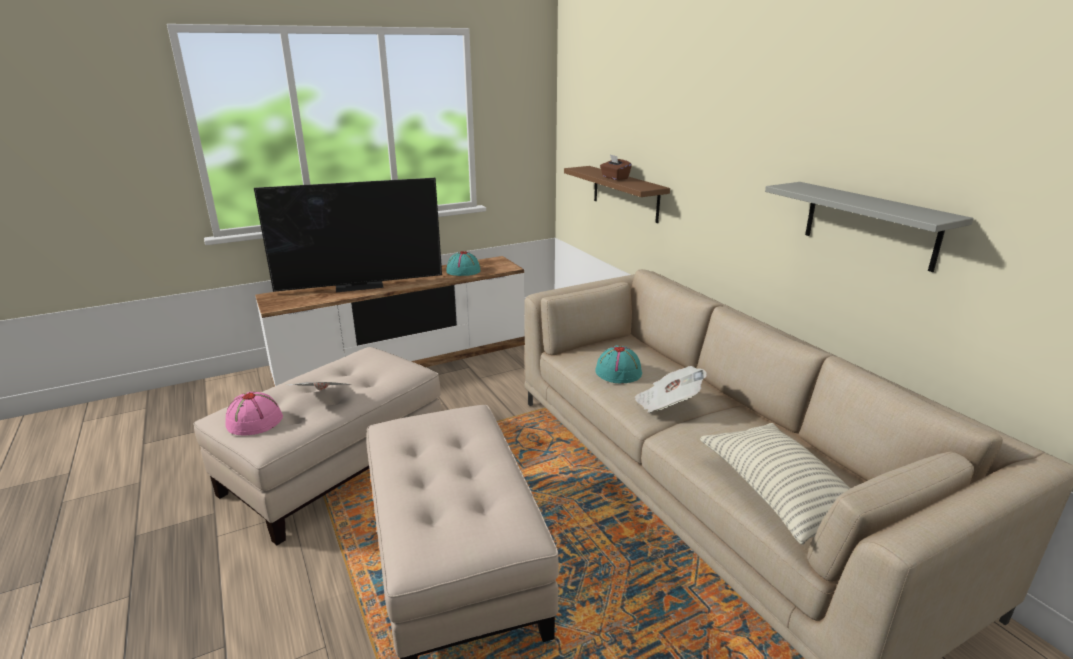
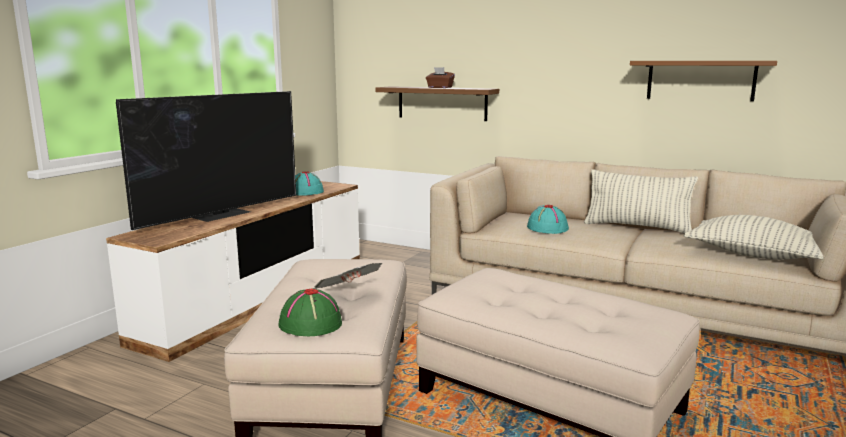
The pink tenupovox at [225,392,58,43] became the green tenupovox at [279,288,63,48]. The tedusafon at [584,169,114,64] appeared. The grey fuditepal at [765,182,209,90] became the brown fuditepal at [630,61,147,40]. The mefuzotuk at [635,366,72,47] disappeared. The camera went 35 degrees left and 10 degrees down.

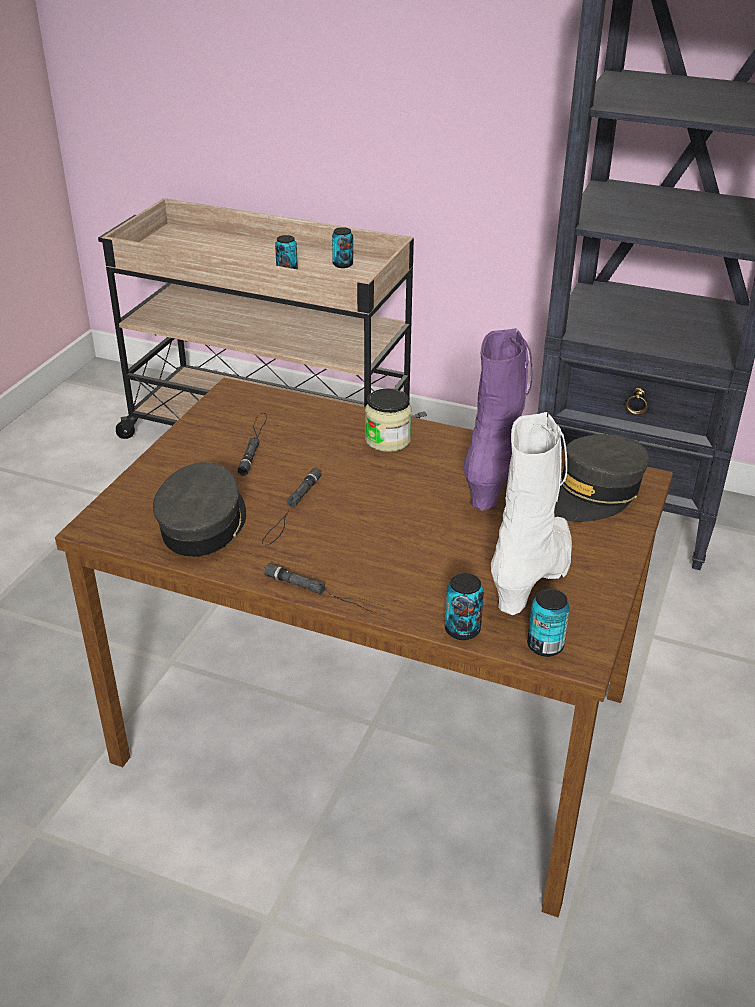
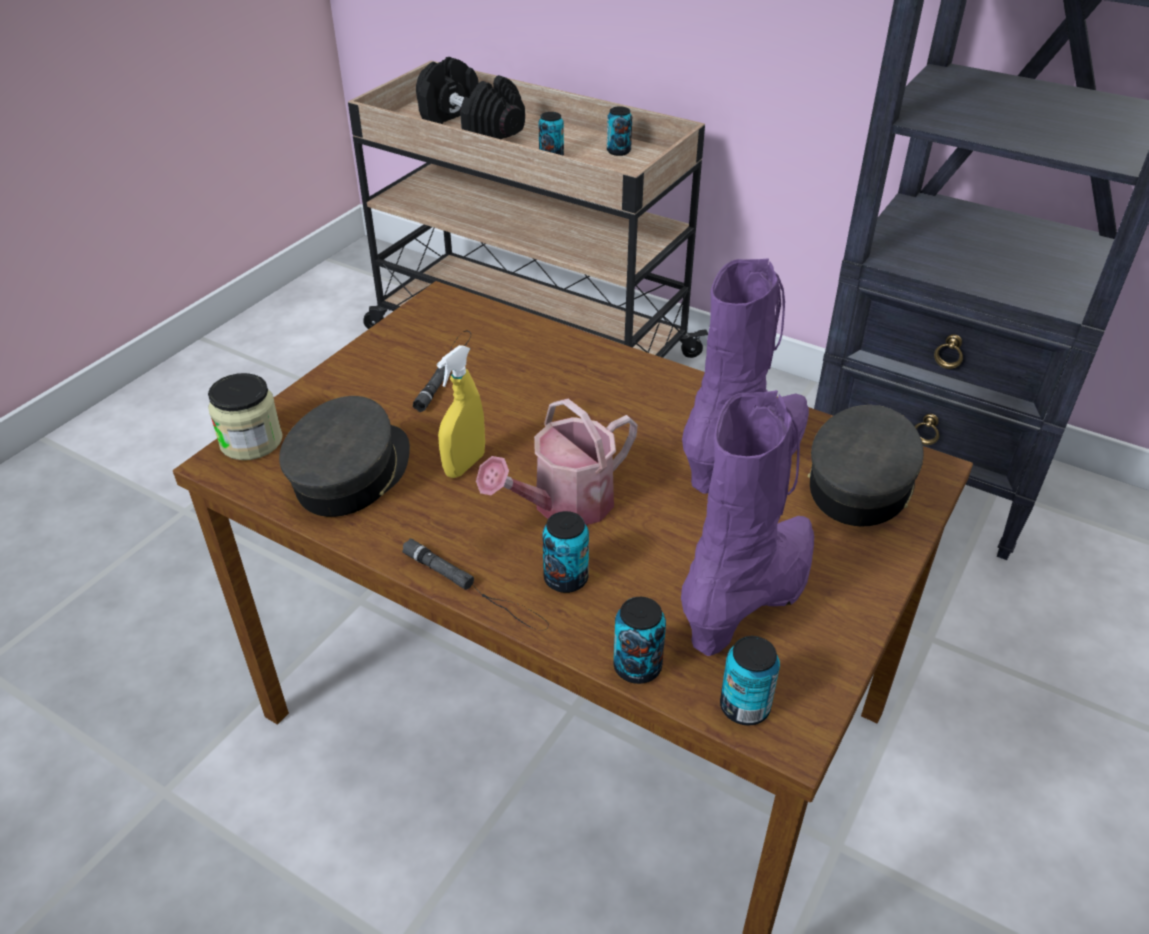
The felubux moved from [365,388,47,64] to [208,373,75,87]. The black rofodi at [416,57,109,82] appeared. The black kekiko at [262,468,60,77] was replaced by the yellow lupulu at [437,345,48,133]. The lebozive at [476,399,162,126] appeared. The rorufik at [542,511,47,82] appeared. The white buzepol at [491,412,81,203] became the purple buzepol at [681,390,133,266]. The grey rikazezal at [554,434,96,88] turned 150 degrees clockwise. The camera went 10 degrees right and 5 degrees up.

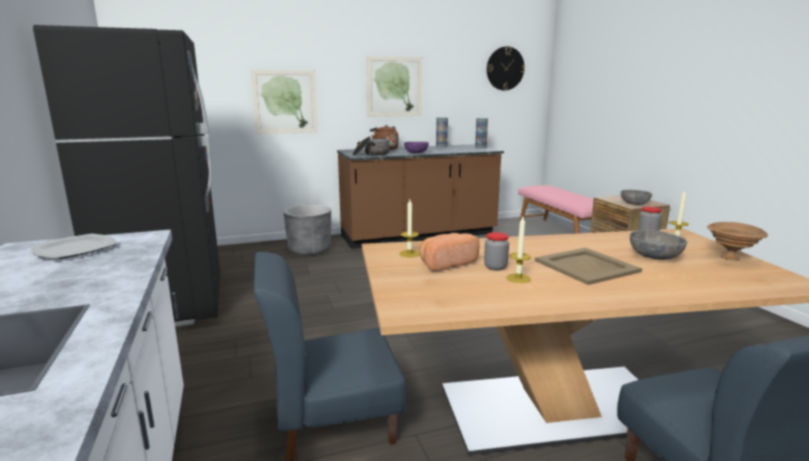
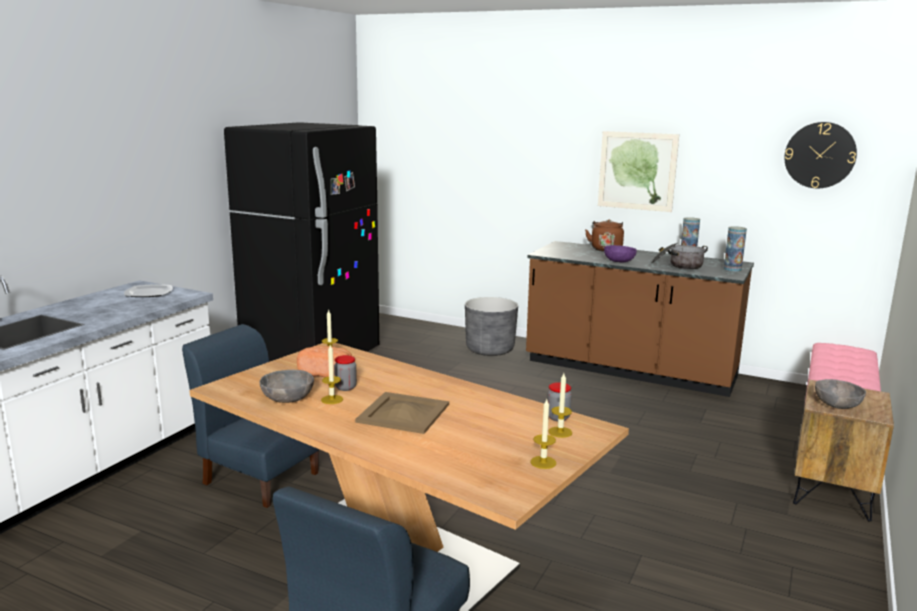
The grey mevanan moved from [630,230,57,30] to [260,370,54,33]. The brown mevanan at [707,222,61,39] was replaced by the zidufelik at [531,399,25,70]. The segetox moved from [353,136,37,20] to [652,243,56,26]. The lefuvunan at [251,70,67,64] disappeared. The camera went 45 degrees right and 0 degrees up.

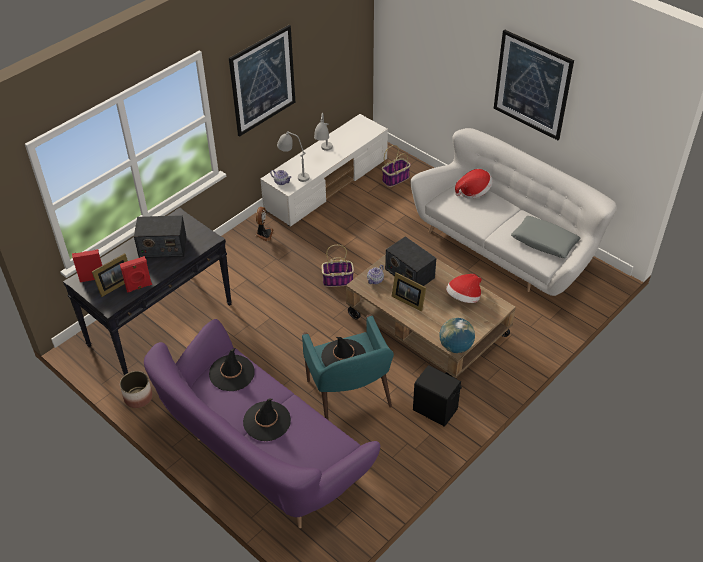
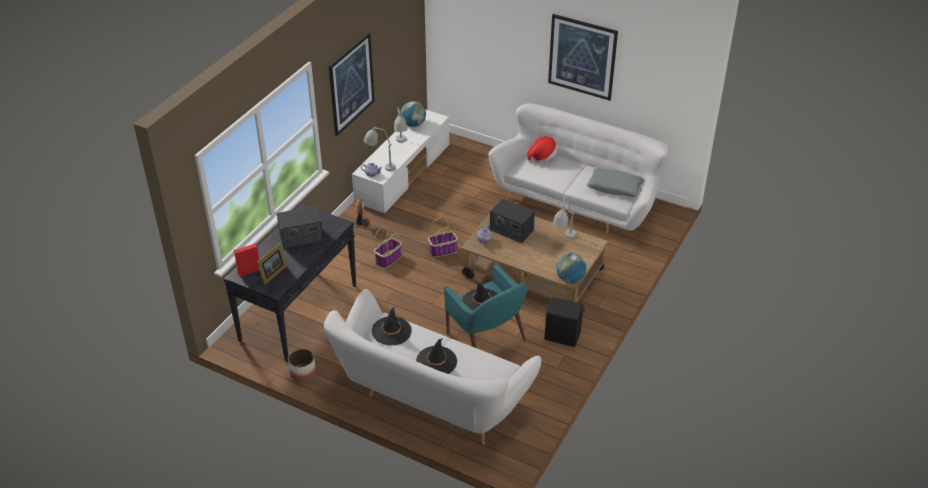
The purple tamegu at [144,319,236,209] became the white tamegu at [324,289,217,156]. The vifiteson moved from [382,145,29,42] to [374,226,28,42]. The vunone at [401,101,25,26] appeared. The tenupovox at [446,274,36,29] was replaced by the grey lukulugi at [553,201,23,38]. The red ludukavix at [120,256,32,37] disappeared. The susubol at [392,272,34,39] disappeared. The camera went 15 degrees left and 5 degrees down.

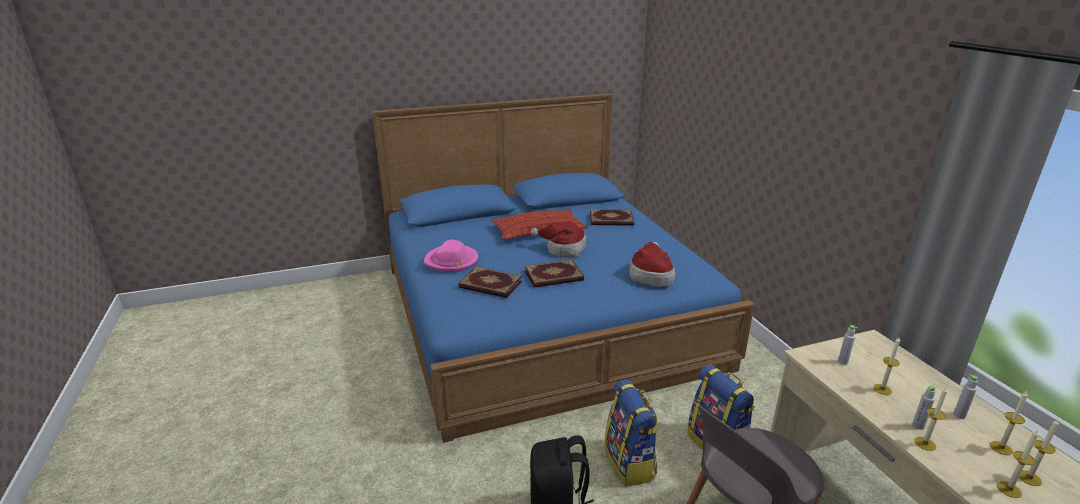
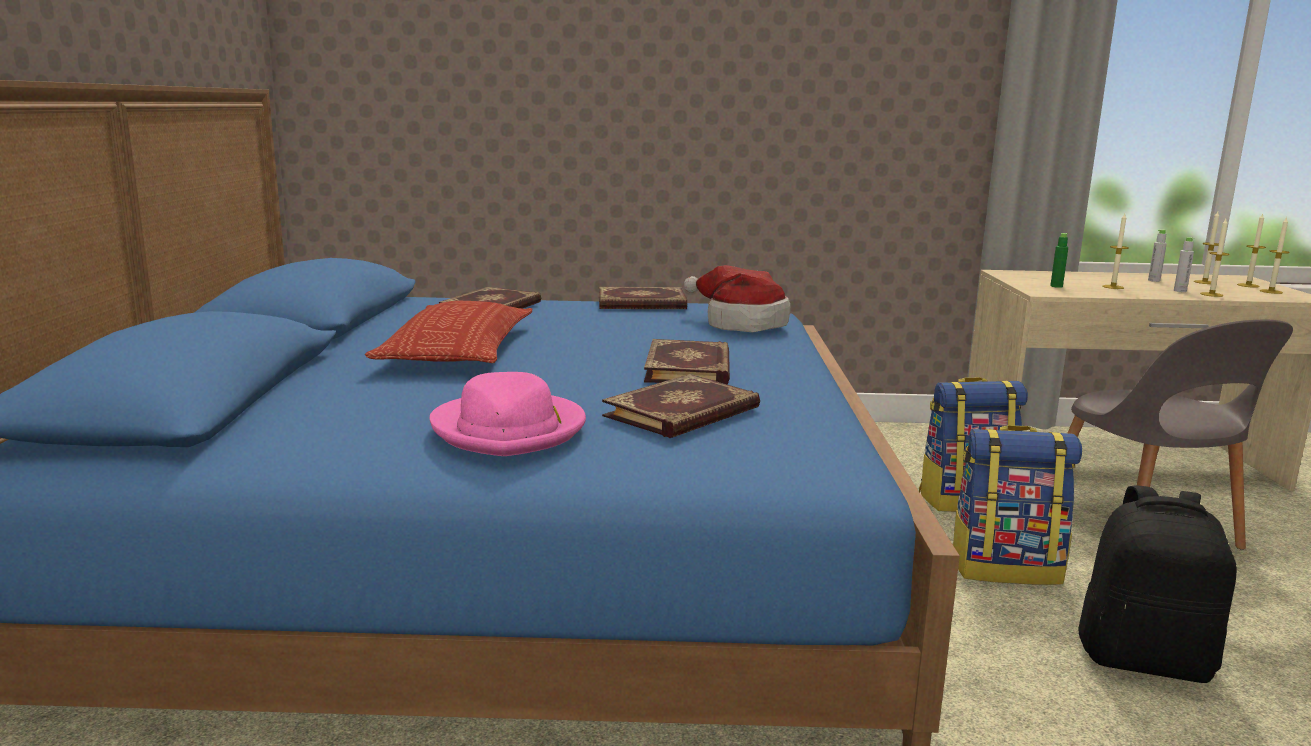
The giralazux at [599,287,88,22] appeared. The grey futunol at [838,325,19,40] became the green futunol at [1050,233,18,55]. The tenupovox at [530,221,57,36] disappeared. The camera went 70 degrees left and 10 degrees down.

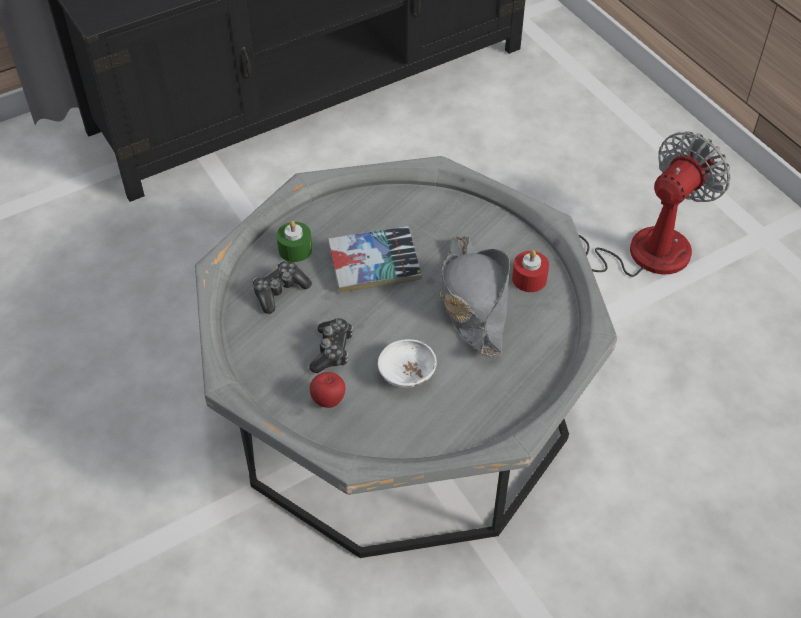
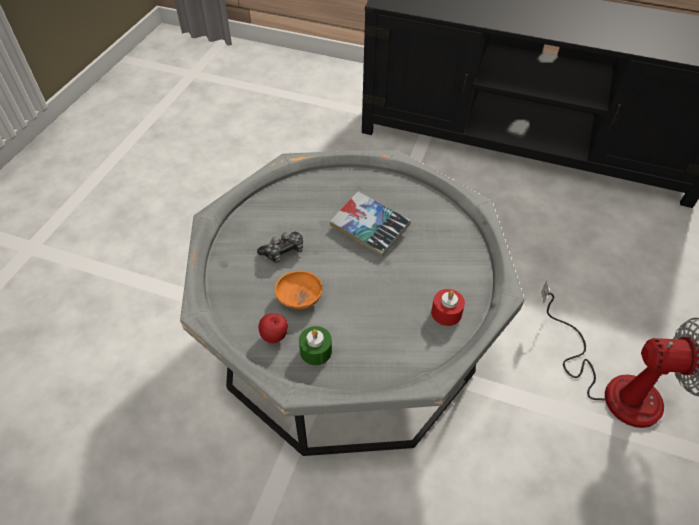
The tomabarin moved from [310,372,35,36] to [259,313,29,30]. The white mevanan at [378,339,59,49] became the orange mevanan at [275,271,48,38]. The green zidufelik moved from [276,221,36,41] to [299,326,33,39]. The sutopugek at [253,261,59,53] disappeared. The grey tenupovox at [440,235,70,121] disappeared. The camera went 50 degrees right and 0 degrees up.

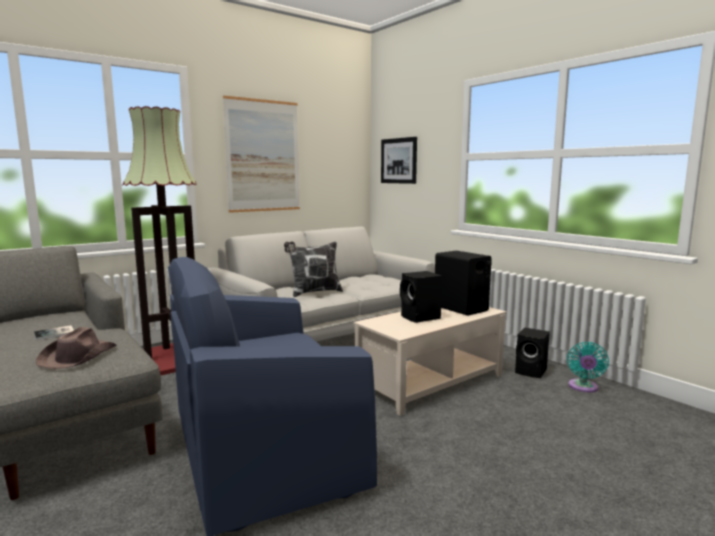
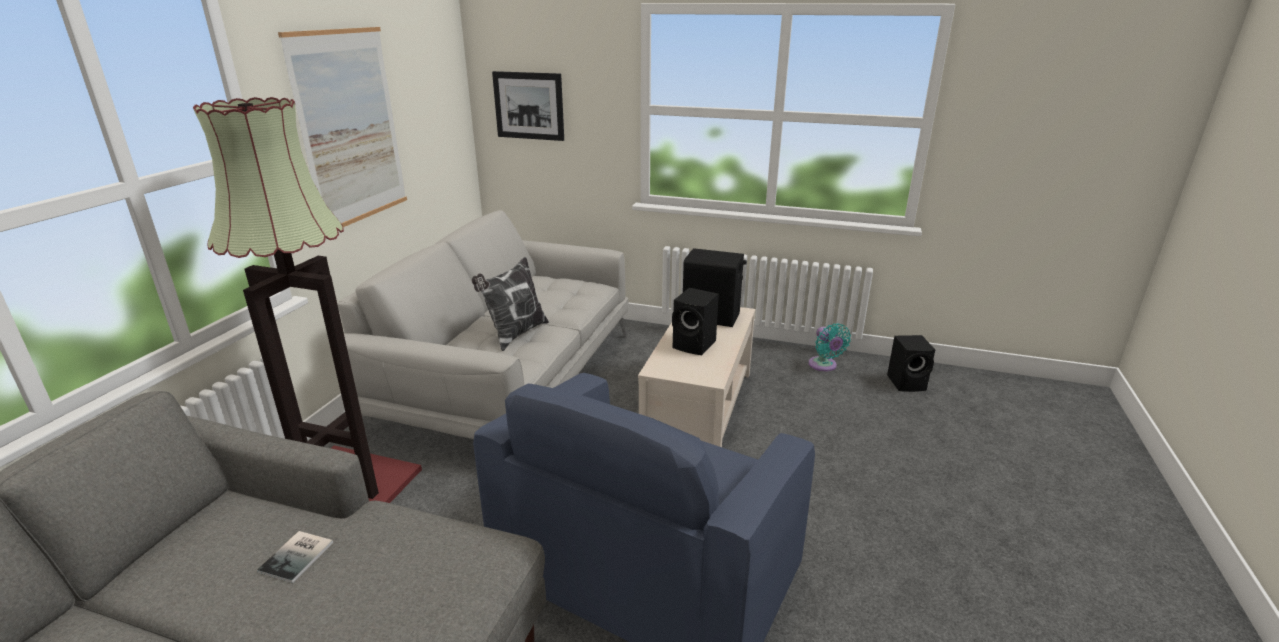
The black ludukavix moved from [515,328,35,50] to [887,335,48,57]. The brown tenupovox at [36,327,81,42] disappeared. The camera went 35 degrees left and 15 degrees up.

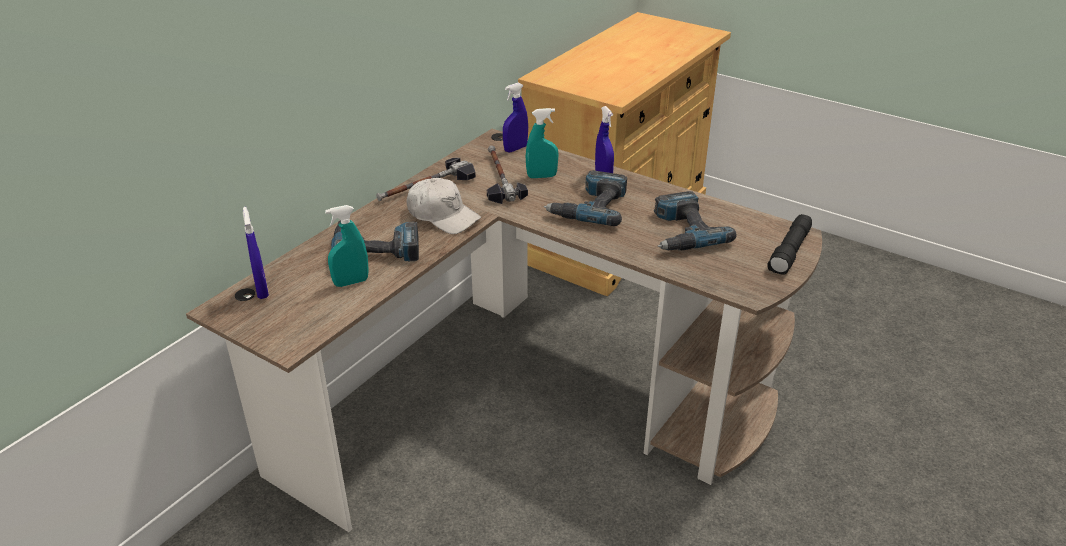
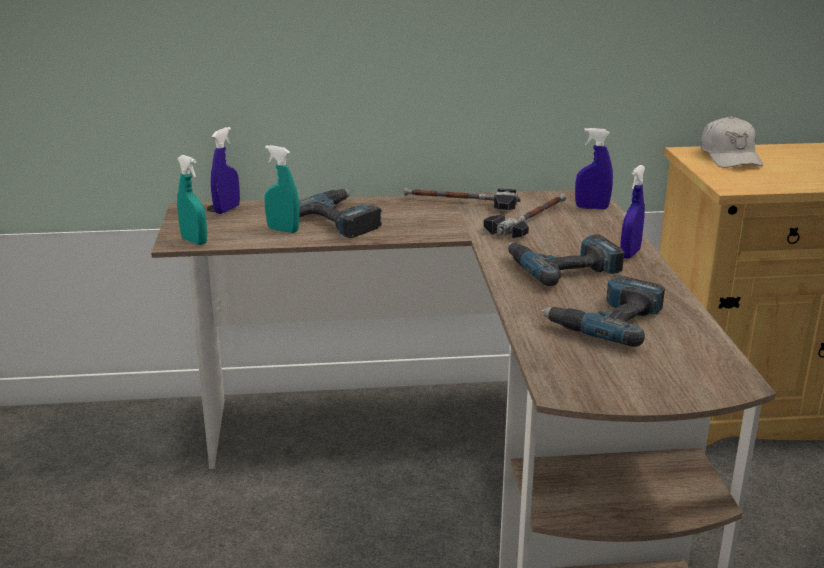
The turquoise lupulu moved from [526,108,33,70] to [177,155,30,90]. The white rikazezal moved from [406,178,75,56] to [701,116,63,52]. The black kekiko at [767,214,45,61] disappeared. The camera went 50 degrees right and 10 degrees down.

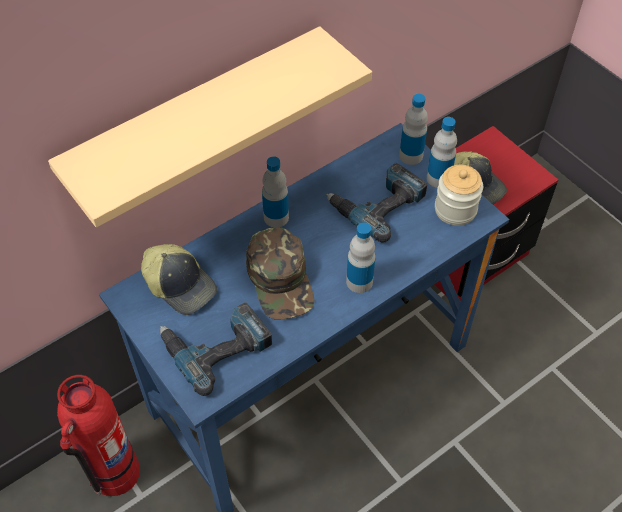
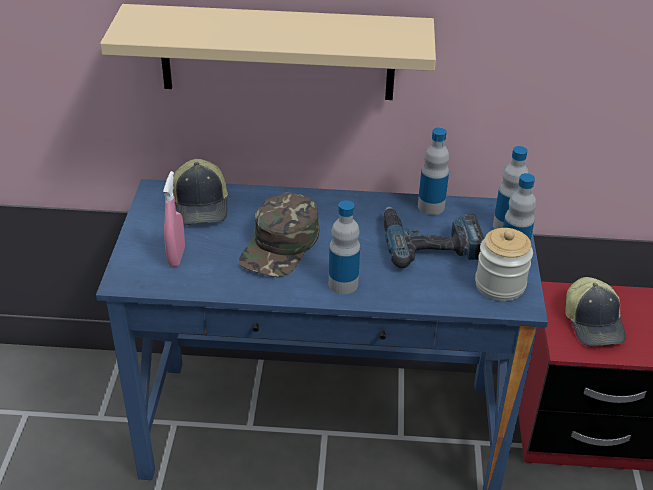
The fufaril at [160,302,112,94] was replaced by the pink lupulu at [163,171,22,96]. The futunol moved from [262,156,27,71] to [418,127,32,88]. The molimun at [57,375,83,121] disappeared. The camera went 40 degrees right and 15 degrees down.

